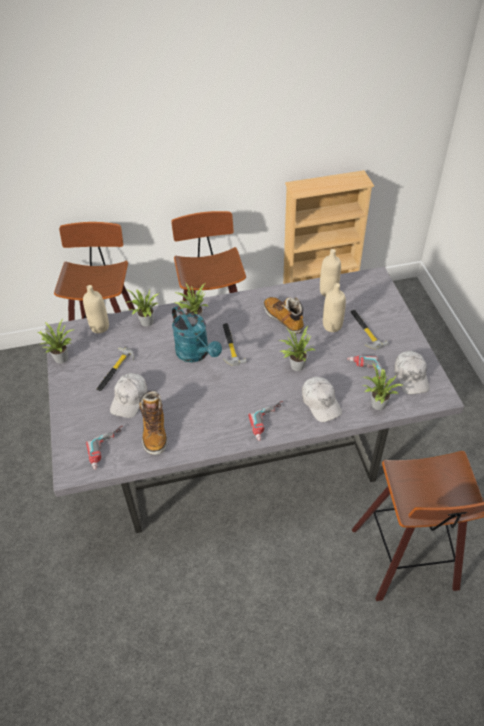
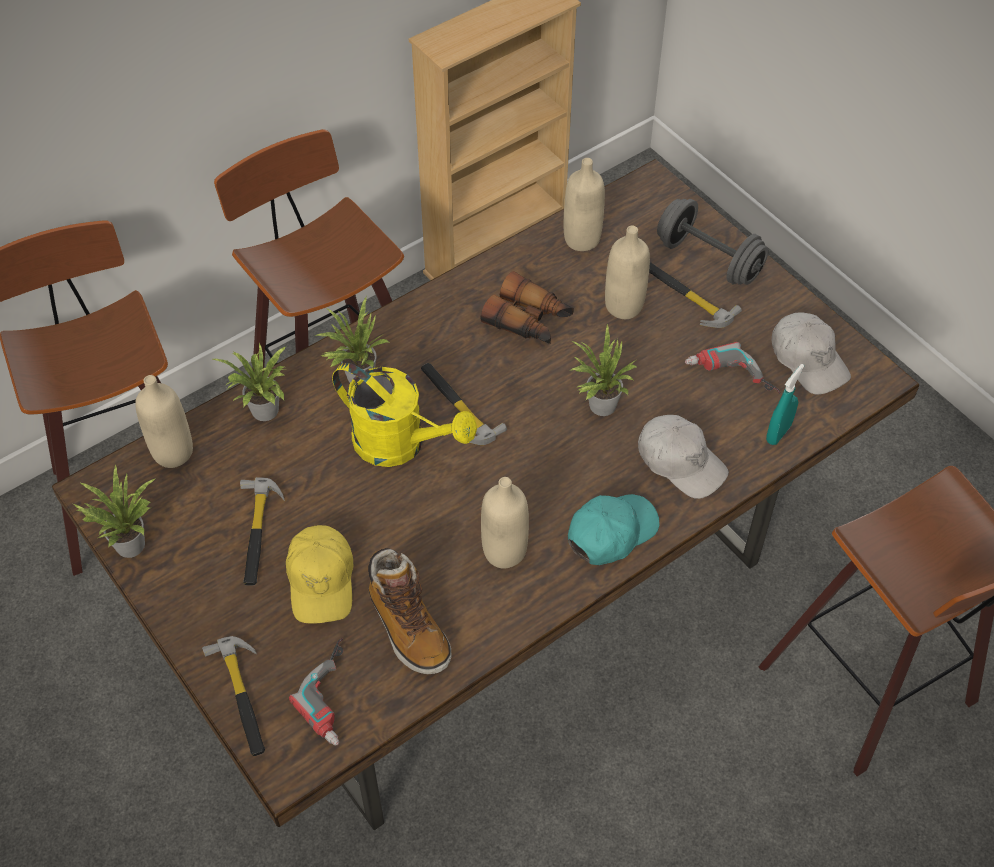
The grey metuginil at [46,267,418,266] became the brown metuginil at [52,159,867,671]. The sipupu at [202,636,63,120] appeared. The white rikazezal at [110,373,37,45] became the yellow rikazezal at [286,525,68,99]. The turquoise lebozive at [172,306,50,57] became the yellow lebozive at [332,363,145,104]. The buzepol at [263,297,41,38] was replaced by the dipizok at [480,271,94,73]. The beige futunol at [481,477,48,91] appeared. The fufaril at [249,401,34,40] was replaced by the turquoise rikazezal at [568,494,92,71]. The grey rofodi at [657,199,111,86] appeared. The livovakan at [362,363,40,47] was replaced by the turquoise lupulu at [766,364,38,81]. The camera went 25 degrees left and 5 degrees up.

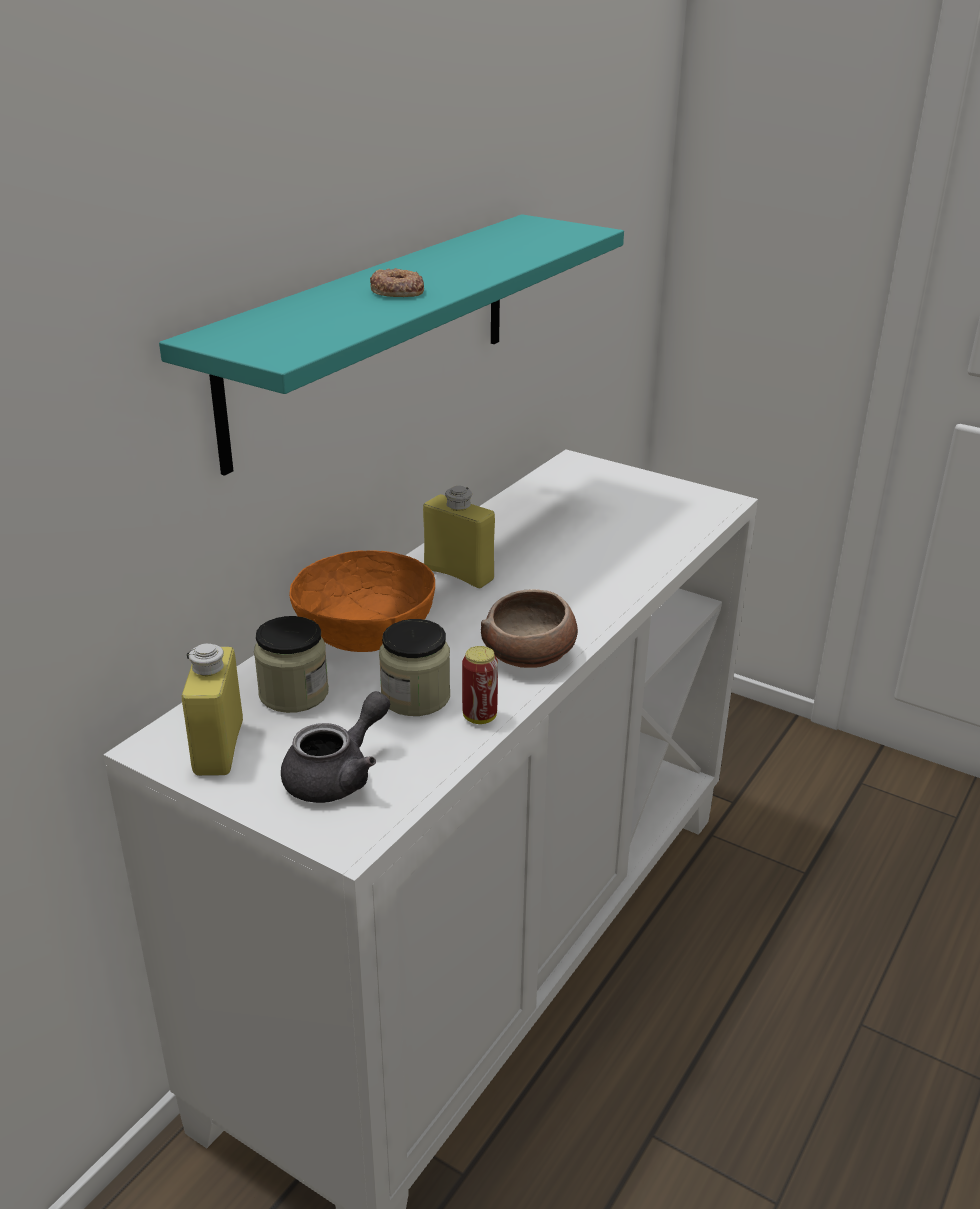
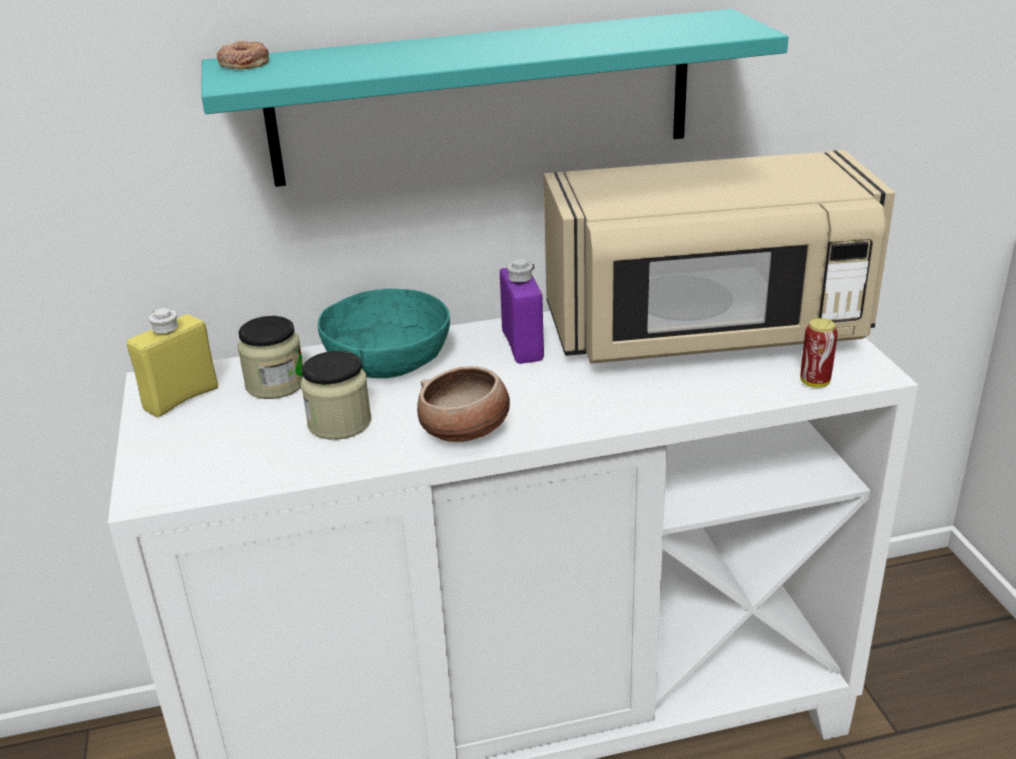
The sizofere moved from [370,268,54,29] to [217,41,52,28]. The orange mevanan at [289,550,146,102] became the turquoise mevanan at [318,289,132,89]. The yellow futunol at [423,486,72,102] became the purple futunol at [500,259,44,105]. The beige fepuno at [544,150,351,214] appeared. The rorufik moved from [462,646,36,78] to [800,318,38,70]. The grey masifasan at [281,691,109,112] disappeared. The camera went 45 degrees right and 0 degrees up.

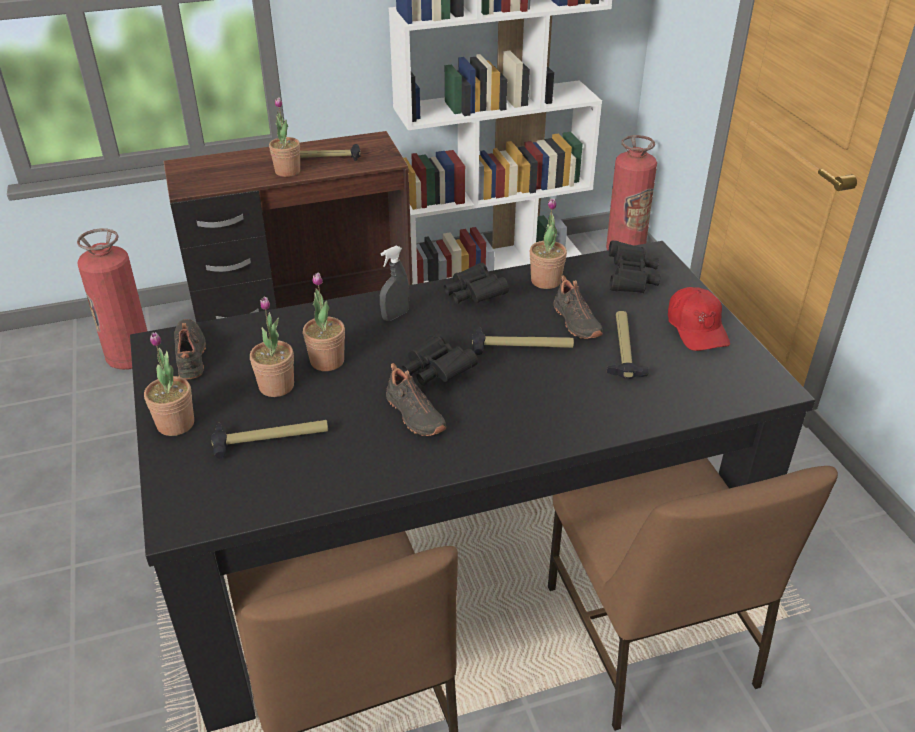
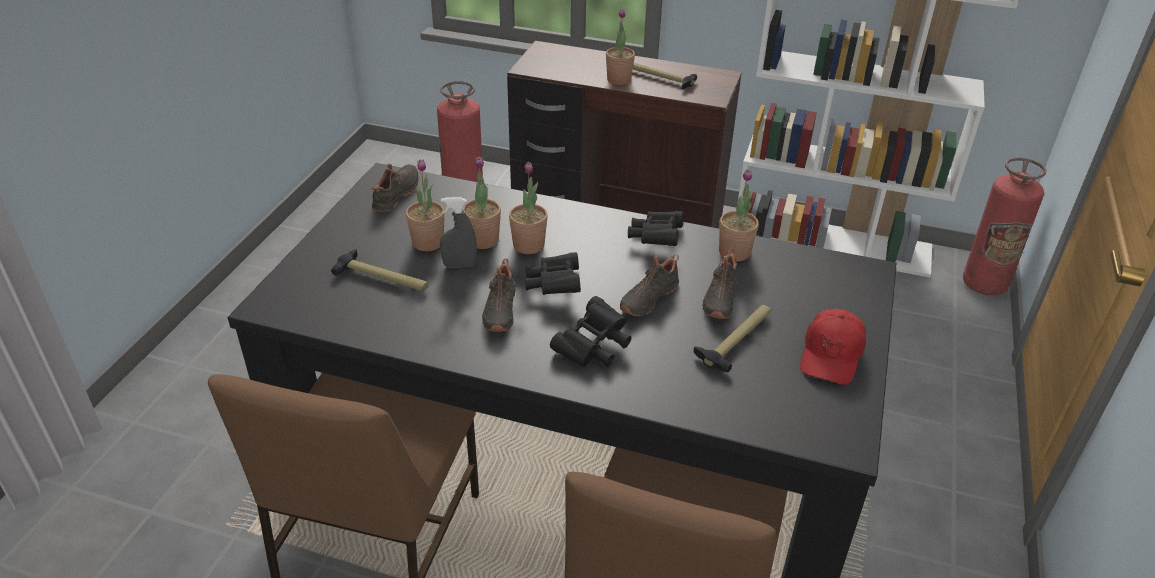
The grey lupulu moved from [380,246,29,75] to [440,197,37,71]. The livovakan moved from [144,332,50,104] to [509,162,39,92]. The black dipizok moved from [608,241,52,52] to [550,296,81,71]. The sipupu at [472,326,102,29] was replaced by the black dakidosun at [620,254,59,62]. The camera went 35 degrees right and 0 degrees up.

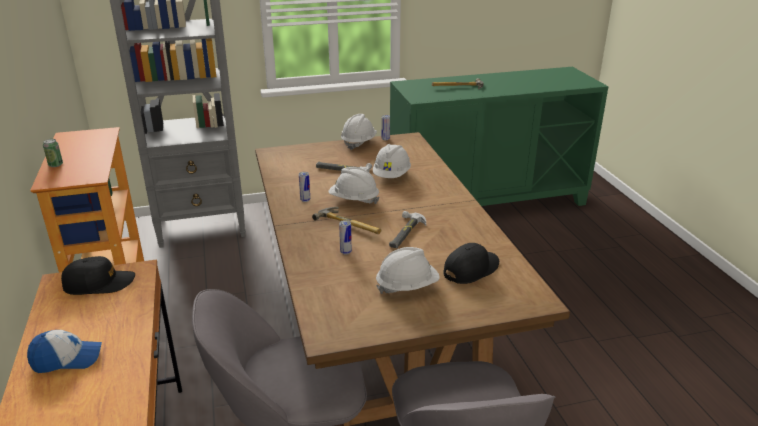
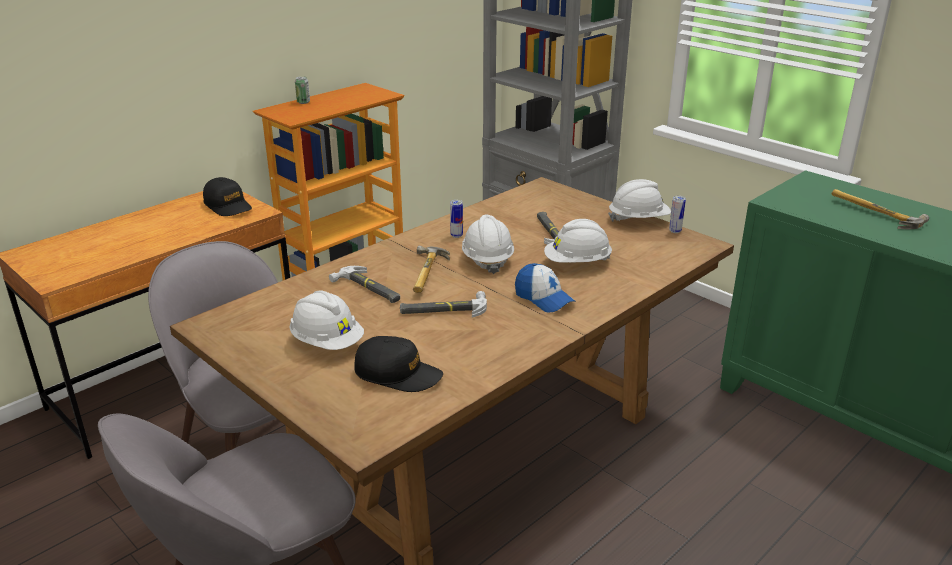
The rorufik at [339,220,13,35] was replaced by the sipupu at [329,266,71,37]. The rikazezal moved from [27,330,75,43] to [515,263,61,50]. The camera went 60 degrees right and 0 degrees up.

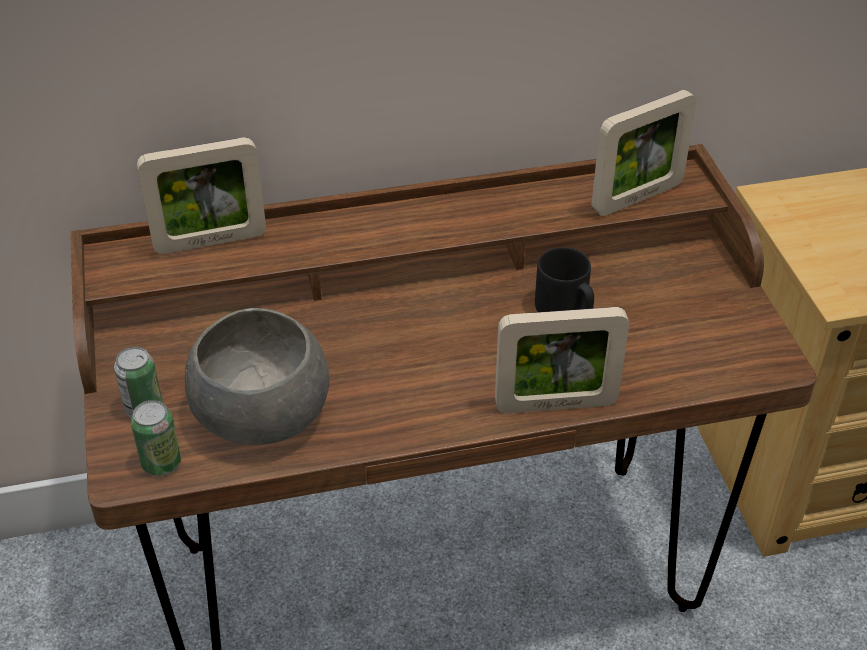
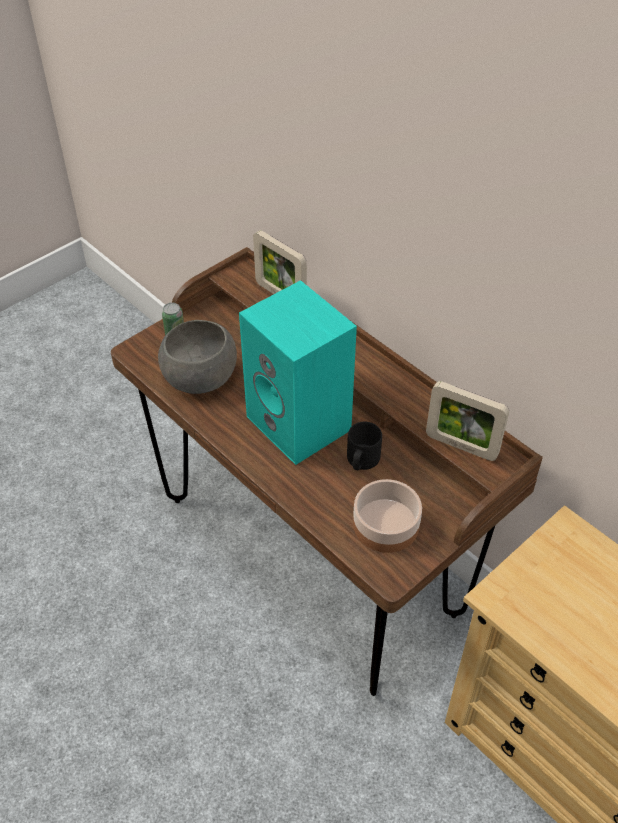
The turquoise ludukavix at [239,280,118,185] appeared. The mevanan at [353,479,69,74] appeared. The rorufik at [131,400,50,76] disappeared. The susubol at [495,307,134,106] disappeared. The camera went 60 degrees right and 5 degrees up.

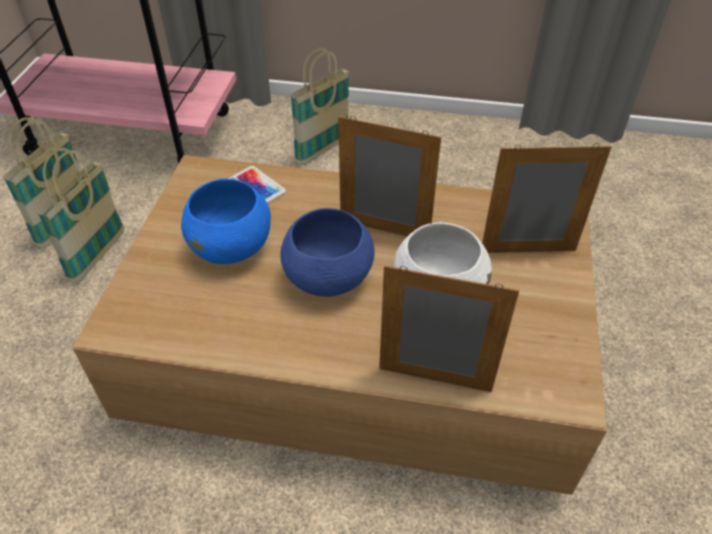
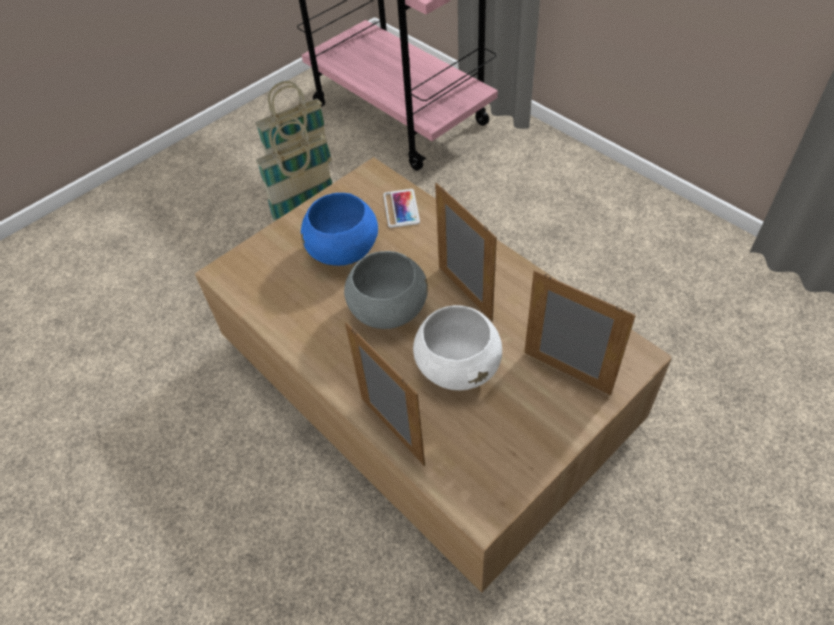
The blue mevanan at [281,208,93,89] became the grey mevanan at [344,251,84,78]. The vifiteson at [290,48,60,117] disappeared. The camera went 40 degrees right and 5 degrees up.

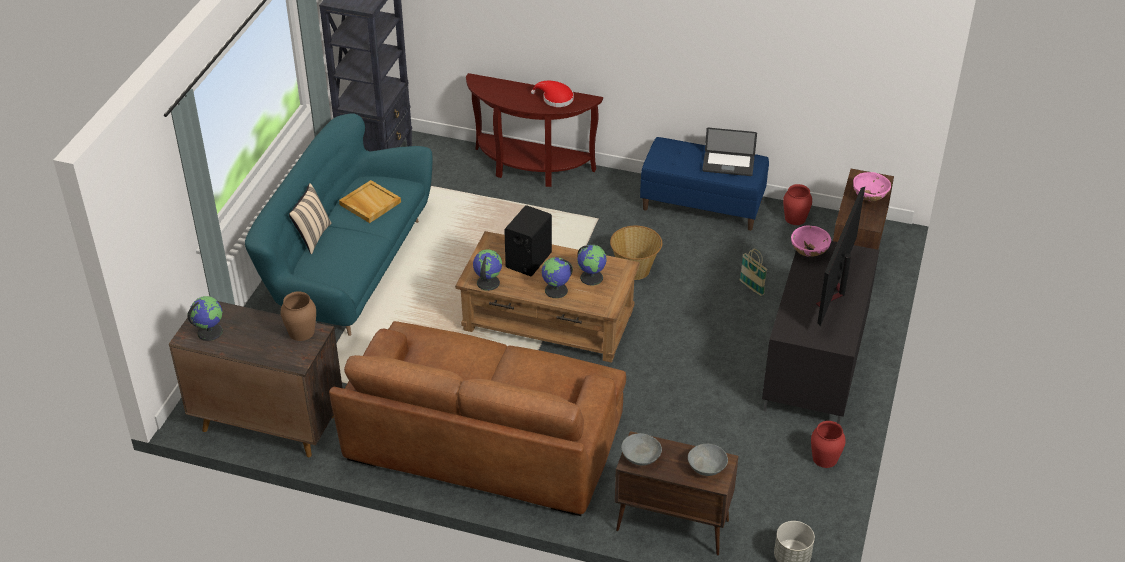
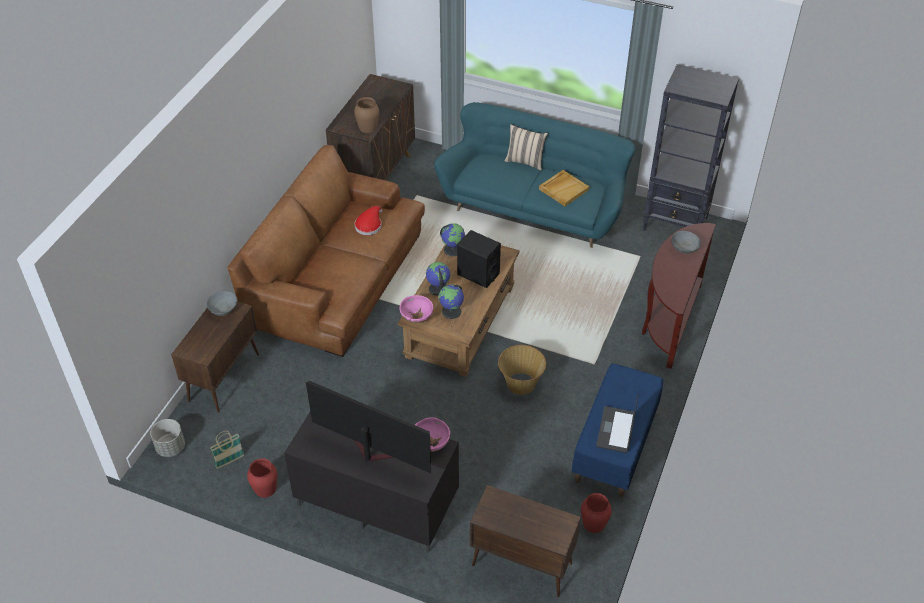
The vifiteson moved from [739,249,28,47] to [210,431,35,38]. The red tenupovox moved from [531,81,43,26] to [355,206,27,29]. The pink mevanan moved from [853,172,38,29] to [399,295,34,28]. The grey mevanan moved from [688,444,40,32] to [671,231,30,22]. The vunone at [187,296,36,45] disappeared. The camera went 95 degrees right and 5 degrees up.

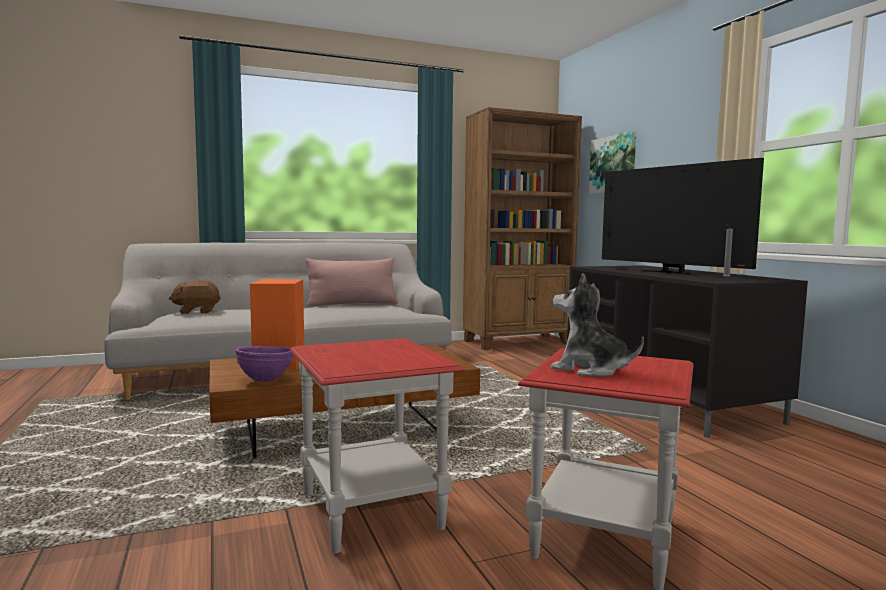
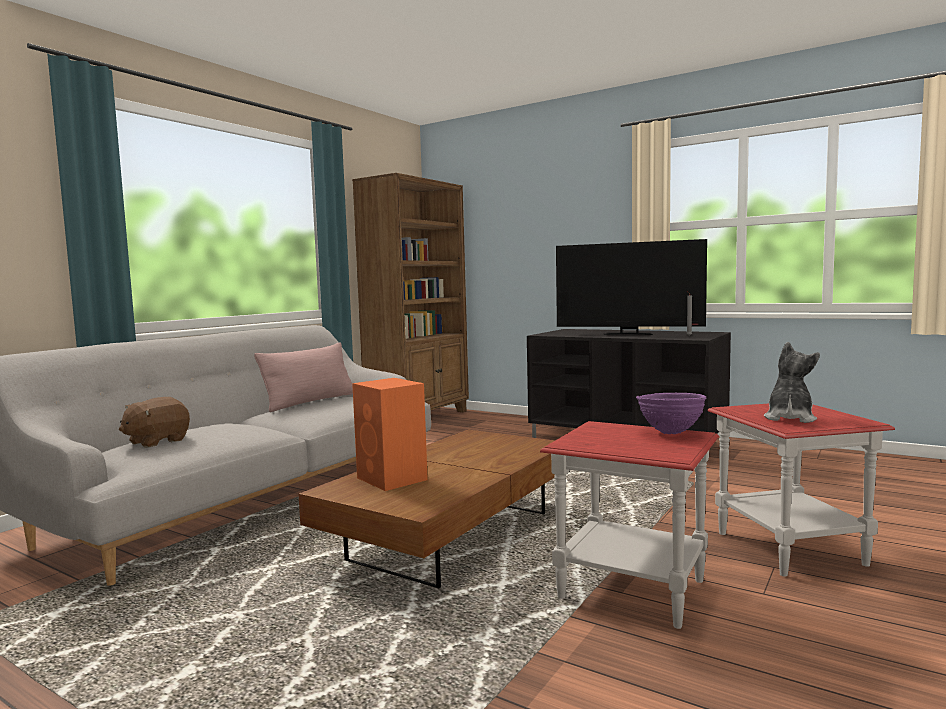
The purple mevanan moved from [235,346,58,36] to [636,393,70,41]. The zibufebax at [551,273,93,104] turned 120 degrees clockwise. The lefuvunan at [589,131,47,63] disappeared. The camera went 35 degrees left and 0 degrees up.

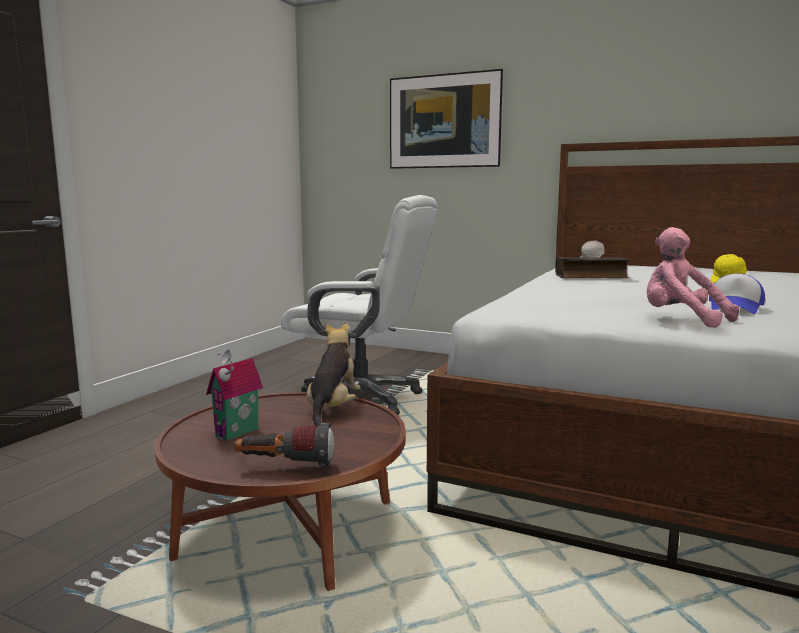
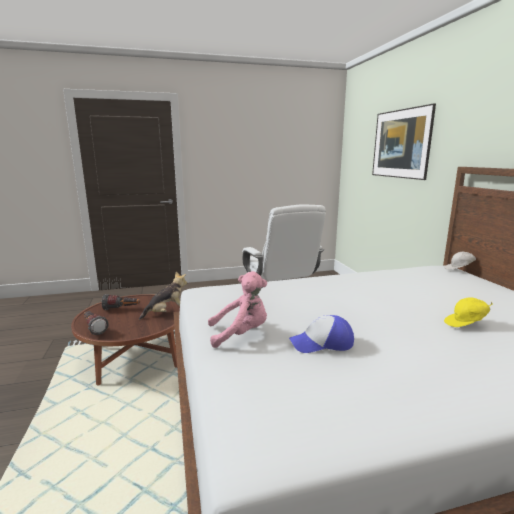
The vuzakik at [206,349,57,92] was replaced by the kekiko at [102,294,38,16]. The pink zibufebax at [647,227,92,101] turned 75 degrees clockwise. The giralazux at [555,257,75,21] disappeared. The camera went 50 degrees right and 5 degrees up.

